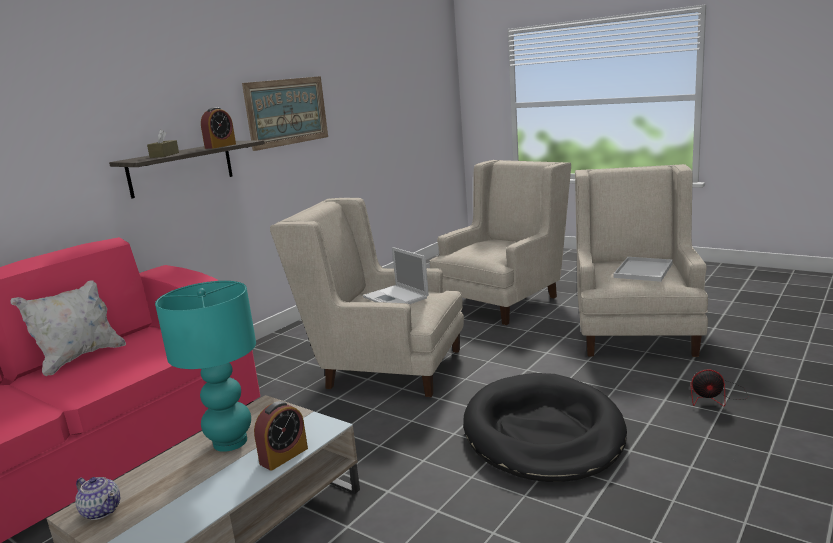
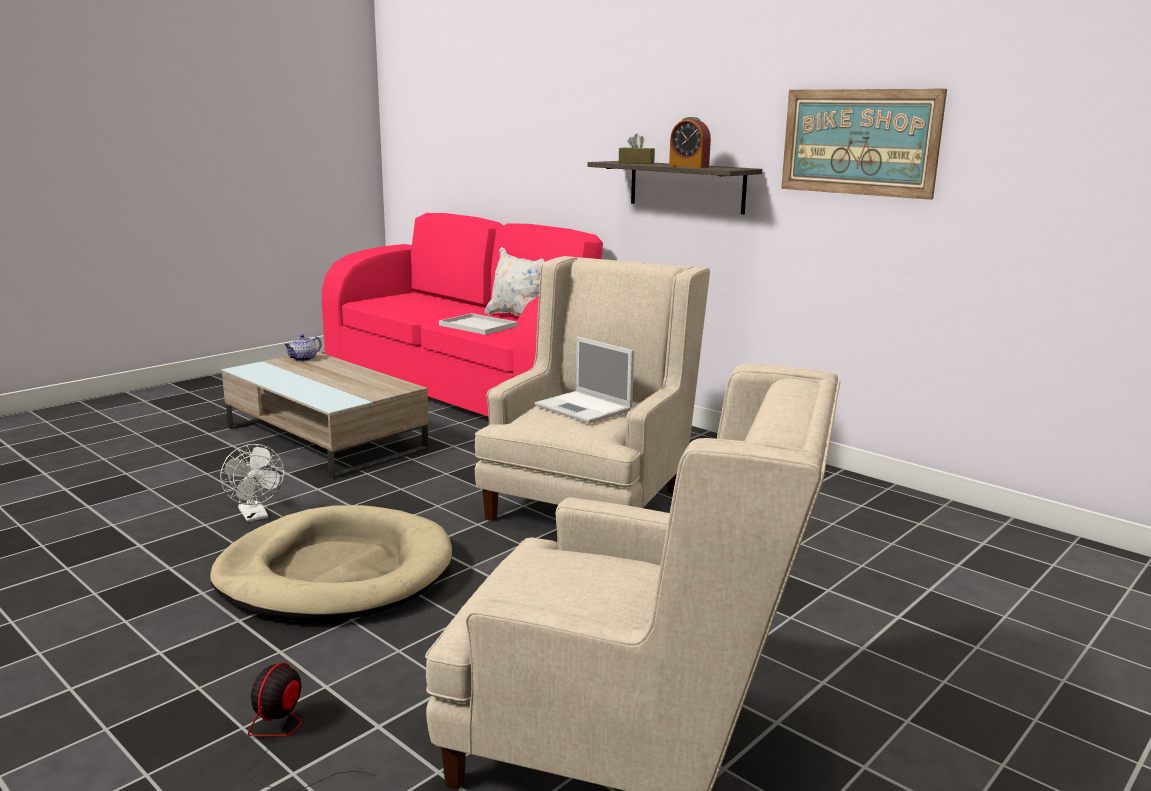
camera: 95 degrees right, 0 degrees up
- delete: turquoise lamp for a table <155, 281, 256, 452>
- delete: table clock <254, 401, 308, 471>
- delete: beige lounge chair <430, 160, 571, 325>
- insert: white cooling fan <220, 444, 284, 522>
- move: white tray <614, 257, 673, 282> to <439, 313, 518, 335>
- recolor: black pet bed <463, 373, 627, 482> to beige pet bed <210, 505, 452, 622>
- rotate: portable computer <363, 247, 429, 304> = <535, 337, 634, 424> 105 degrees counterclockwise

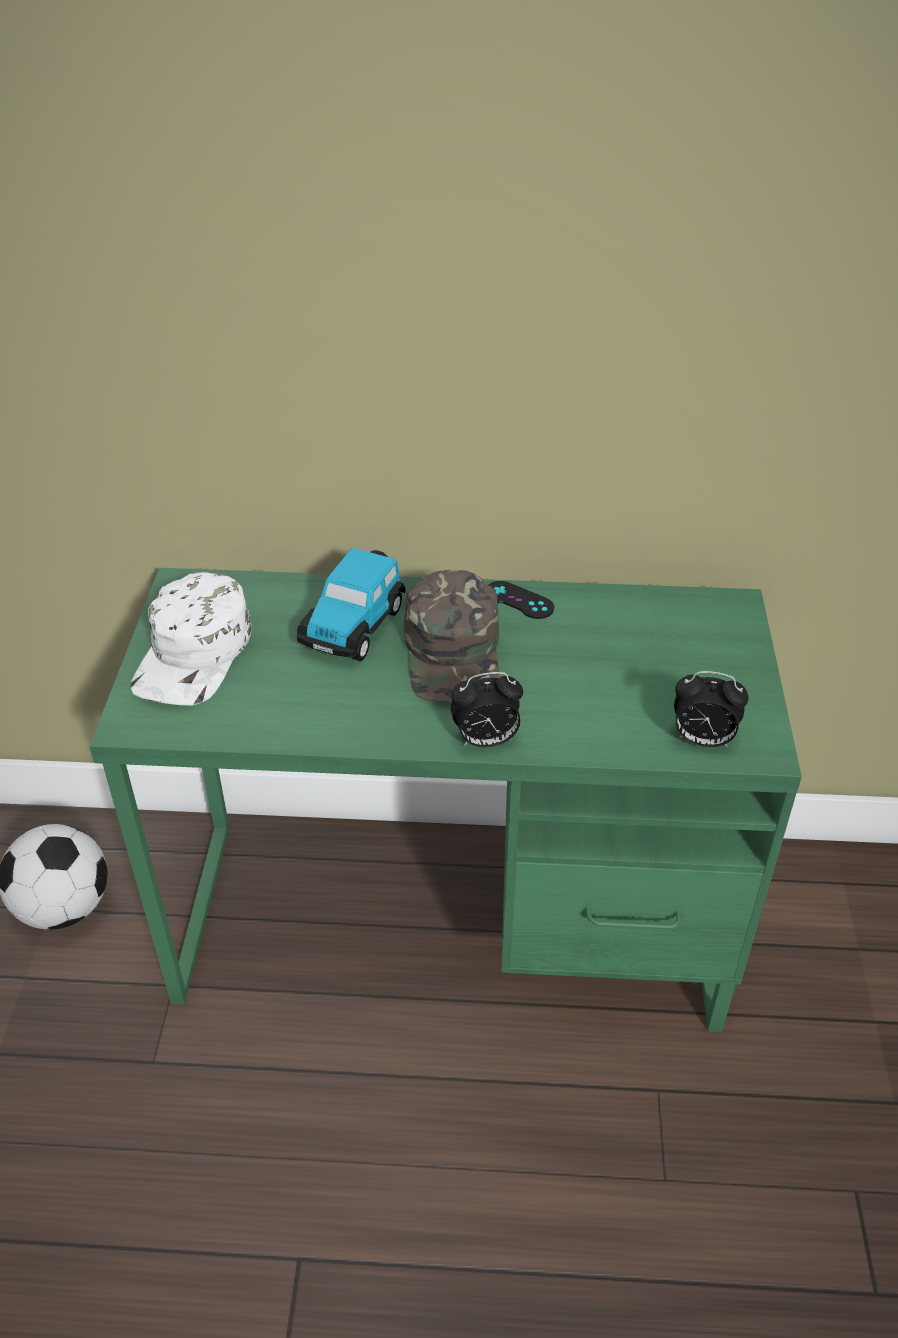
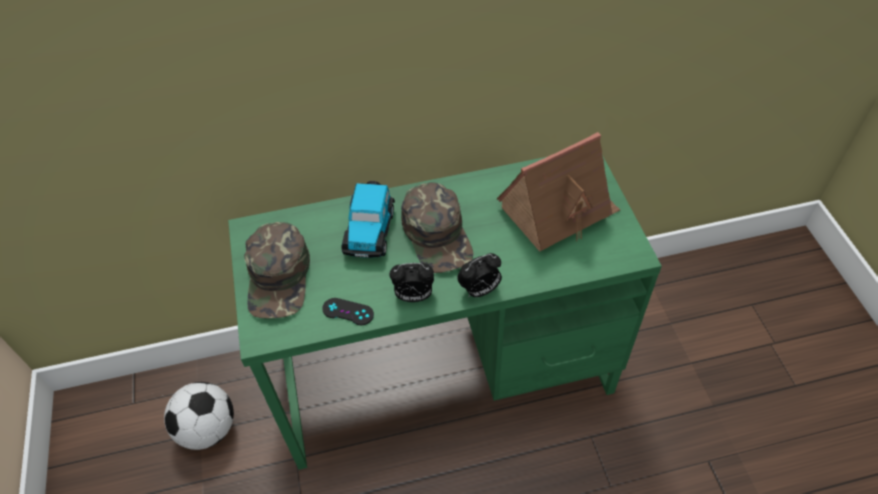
camera: 15 degrees left, 10 degrees up
- insert: toy house <497, 132, 620, 252>
- move: black joypad <488, 581, 554, 619> to <322, 298, 374, 325>
- move: table clock <674, 671, 749, 747> to <390, 263, 434, 302>
- recolor: white baseball cap <131, 572, 251, 705> to greenish baseball cap <244, 222, 310, 319>

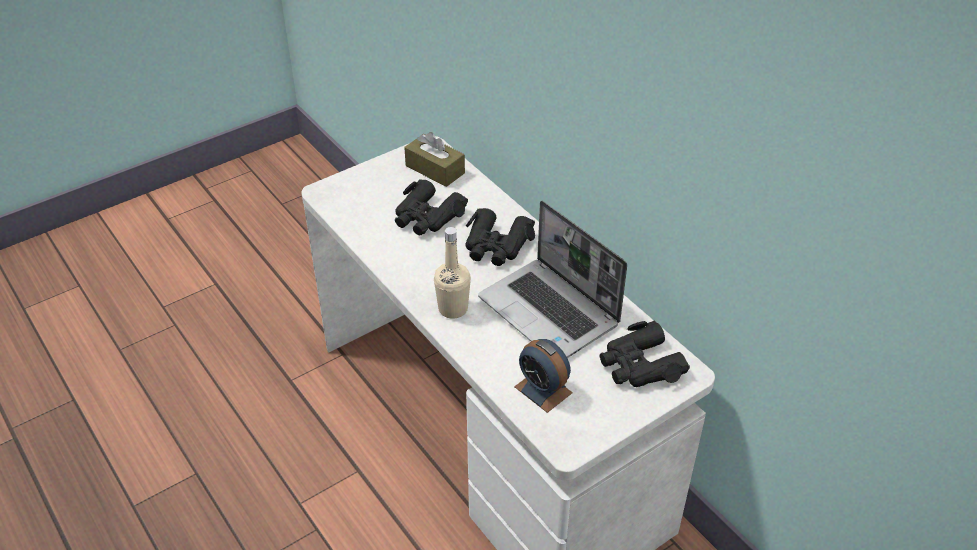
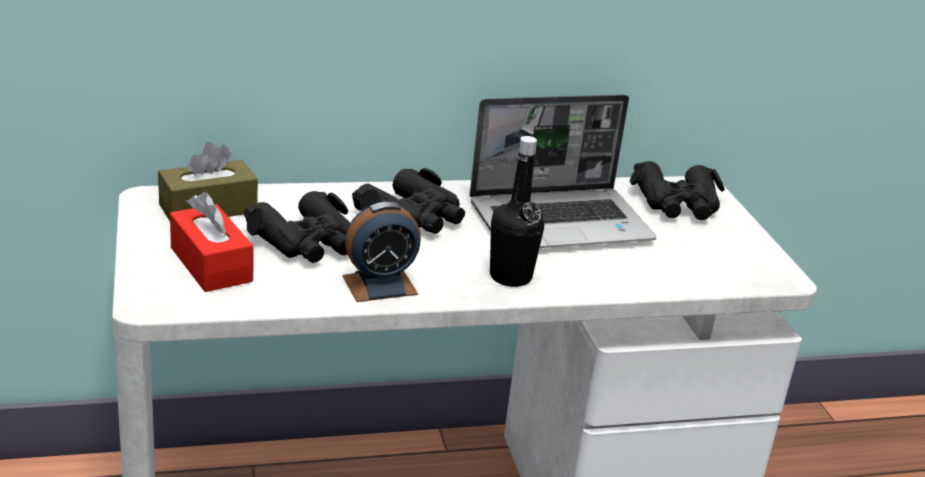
camera: 70 degrees left, 15 degrees down
- insert: reddish tissue box <170, 192, 254, 292>
- move: table clock <514, 339, 573, 413> to <342, 202, 421, 302>
- recolor: beige drink bottle <434, 227, 471, 319> to black drink bottle <490, 136, 544, 287>

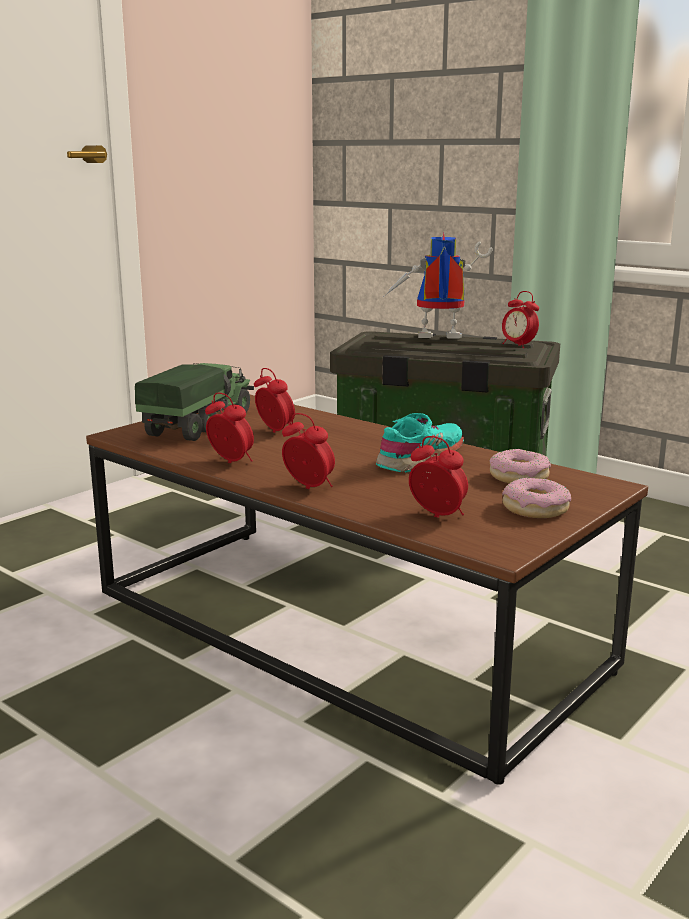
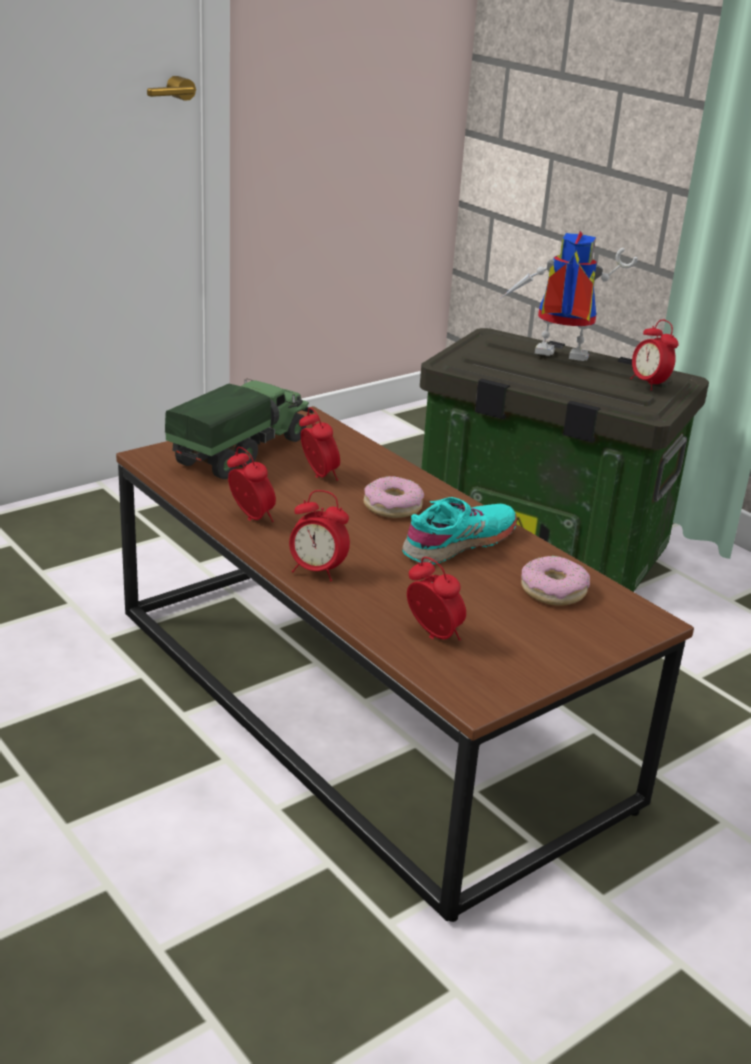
camera: 10 degrees right, 10 degrees up
- move: ring doughnut <502, 478, 571, 518> to <363, 476, 424, 518>
- rotate: table clock <282, 413, 335, 489> = <289, 490, 350, 582> 150 degrees clockwise

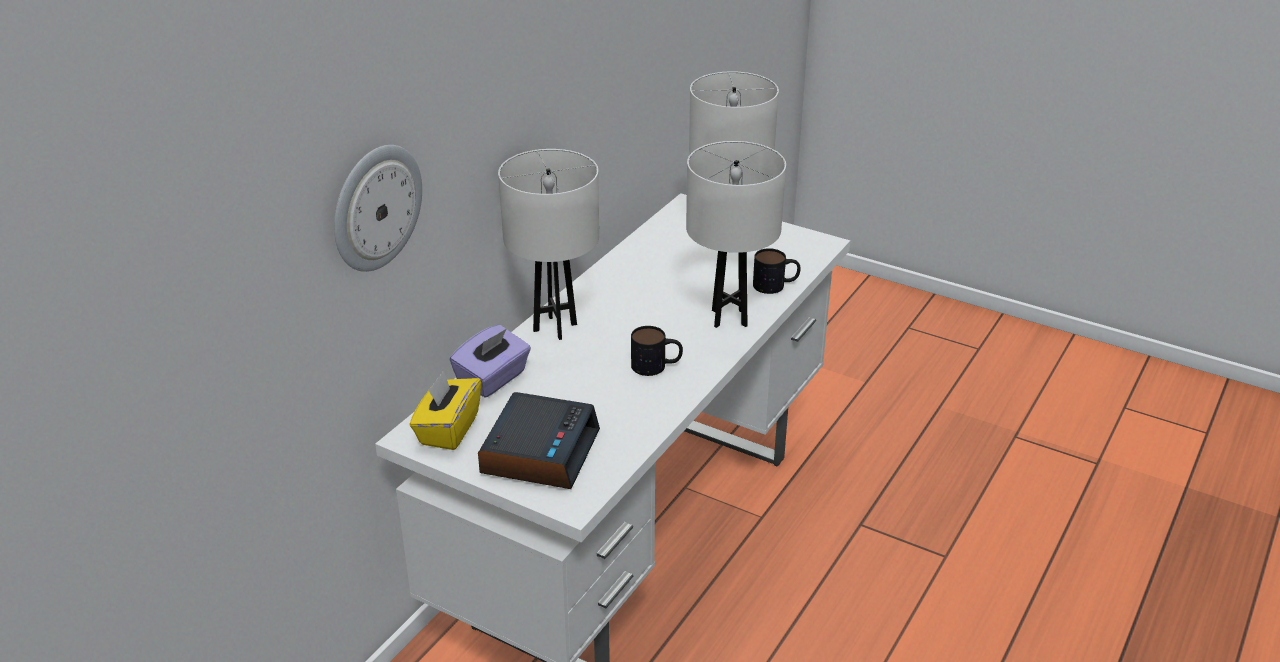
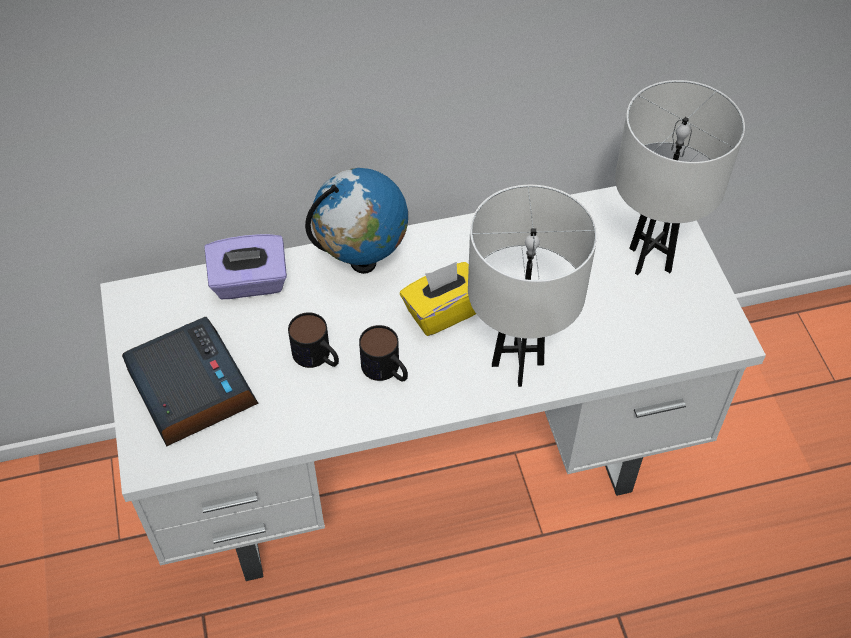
camera: 45 degrees right, 20 degrees up
- delete: wall clock <334, 145, 422, 272>
- move: yellow-coloured tissue box <410, 371, 481, 450> to <400, 262, 476, 336>
- move: coffee mug <753, 248, 801, 294> to <288, 312, 339, 368>
- replace: white lamp for a table <498, 149, 599, 340> to world globe <305, 168, 408, 274>
- rotate: table clock <478, 392, 600, 489> = <122, 317, 259, 447> 90 degrees counterclockwise

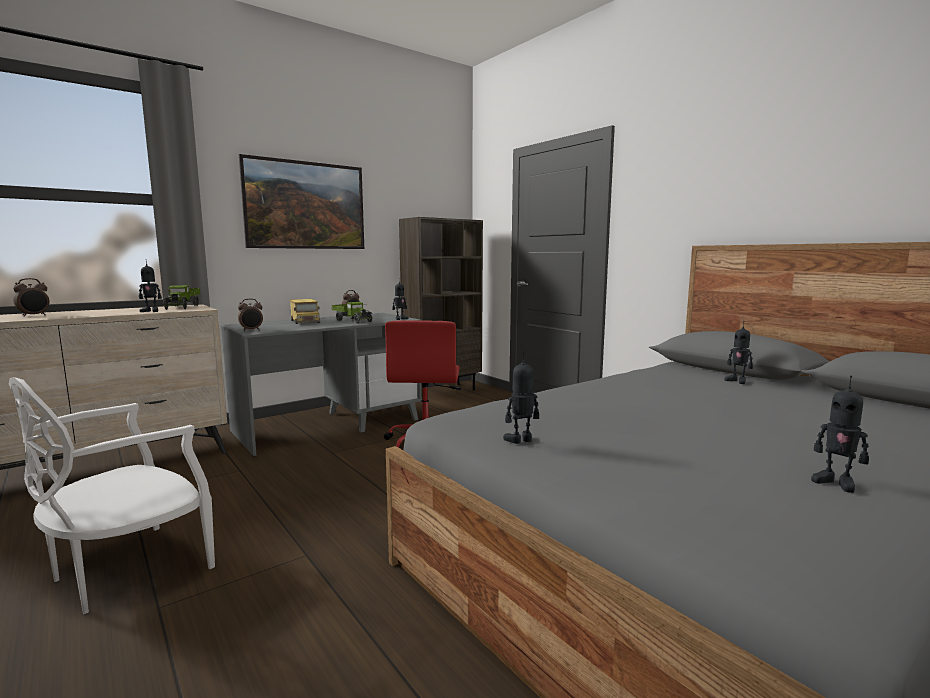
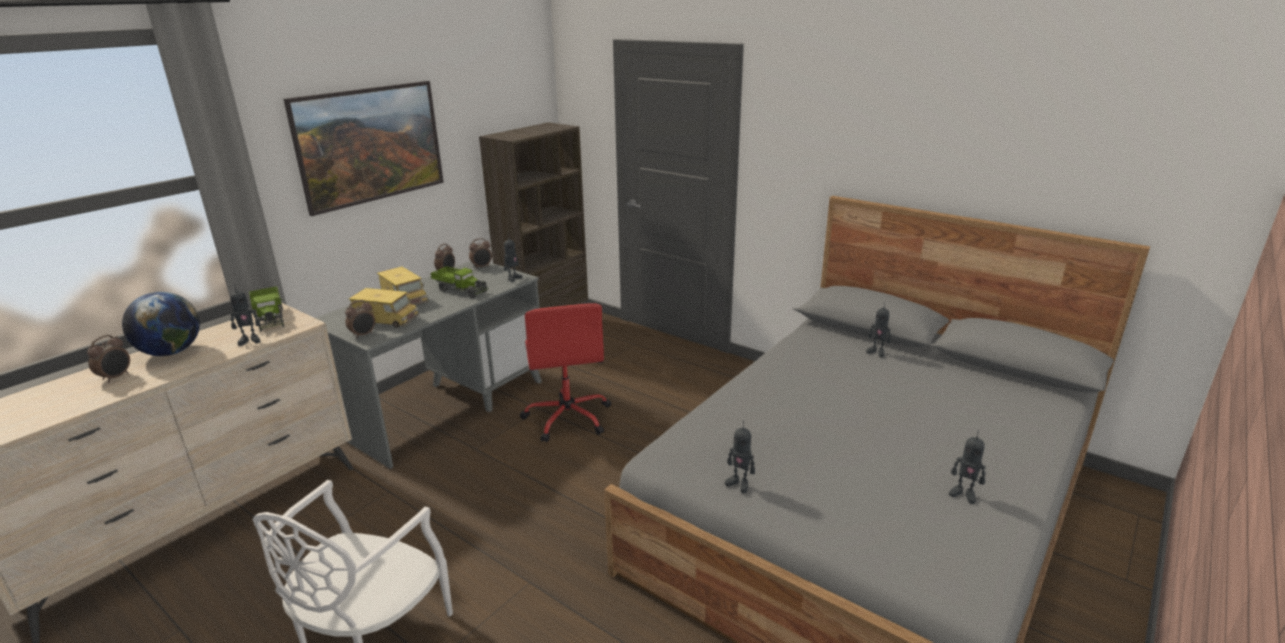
camera: 15 degrees left, 15 degrees up
- insert: world globe <122, 292, 200, 356>
- insert: toy lorry <349, 288, 419, 328>
- insert: table clock <469, 238, 492, 269>
- rotate: model robot <503, 351, 539, 444> = <725, 421, 755, 493> 105 degrees counterclockwise

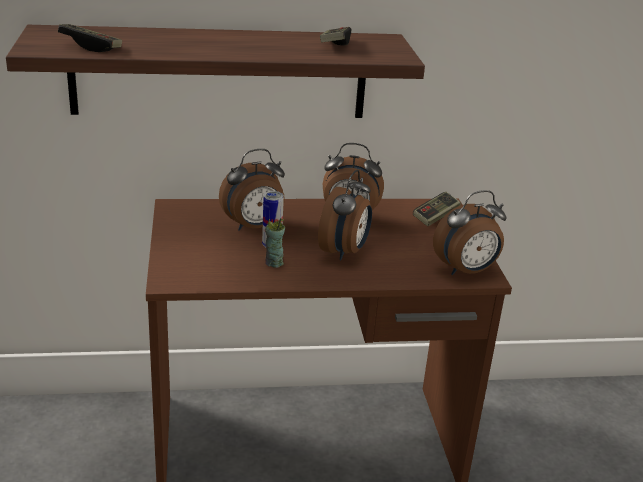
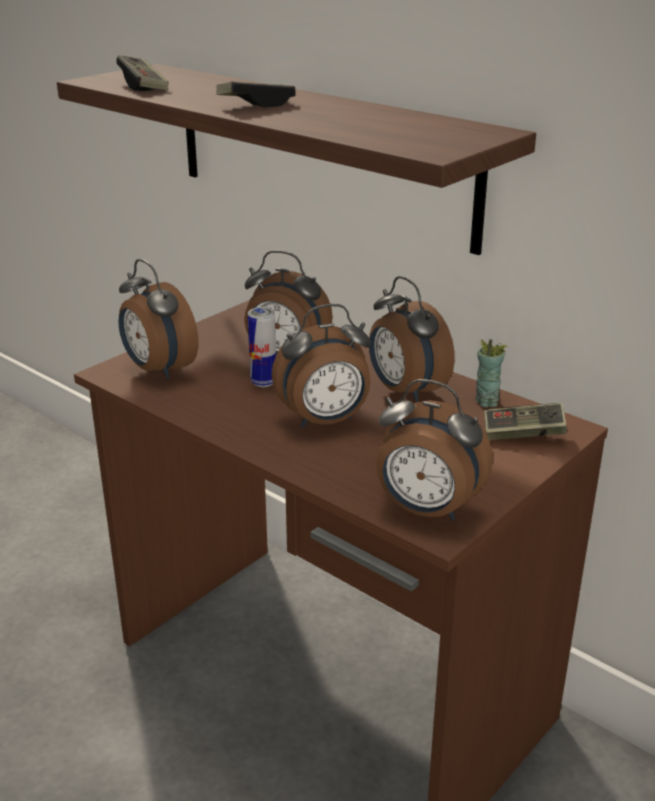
camera: 50 degrees right, 0 degrees up
- insert: table clock <118, 259, 198, 379>
- move: cup <265, 218, 285, 268> to <475, 339, 508, 407>
- move: joypad <320, 27, 351, 46> to <216, 81, 296, 108>

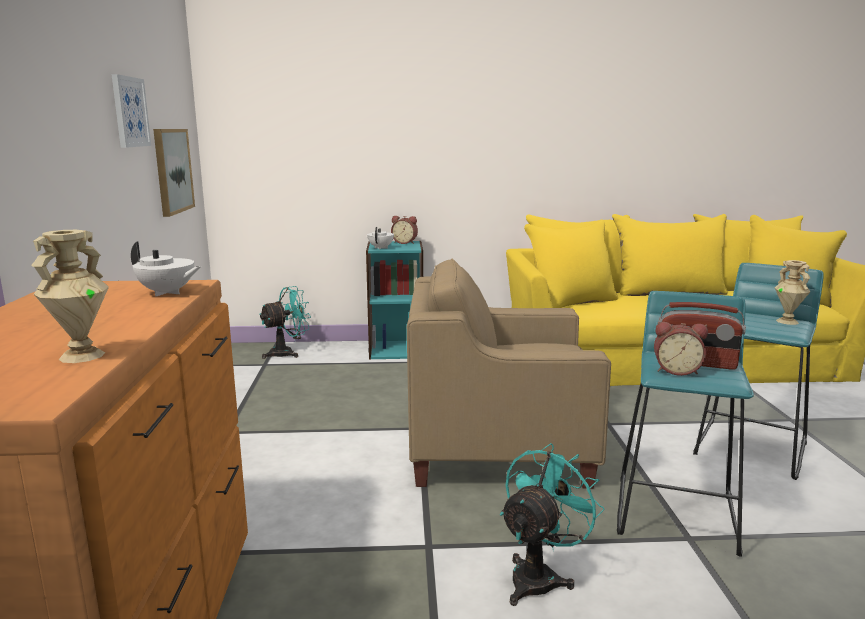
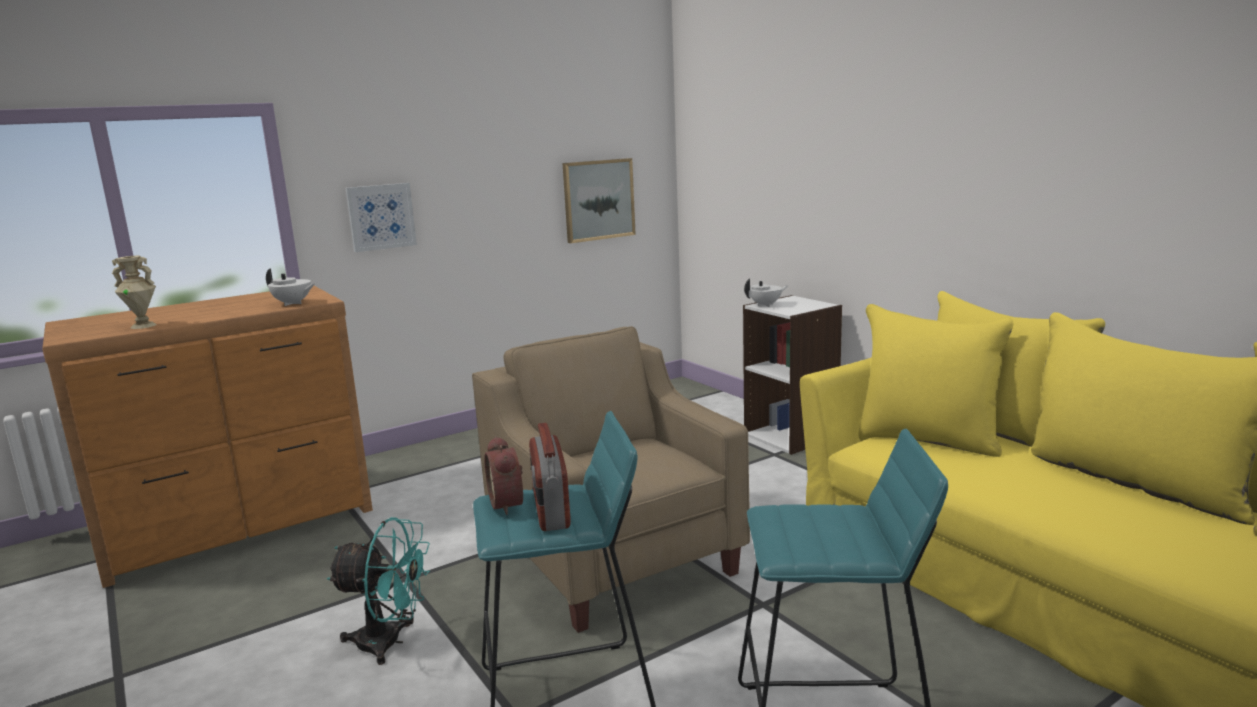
camera: 60 degrees right, 0 degrees up
- delete: turquoise cooling fan <260, 286, 311, 359>
- delete: table clock <391, 216, 418, 244>
- delete: beige flower vase <775, 260, 811, 325>
- move: wall picture <112, 74, 151, 148> to <346, 183, 417, 252>
- recolor: turquoise bookcase <366, 241, 423, 360> to white bookcase <743, 295, 842, 455>
- rotate: white tea pot <131, 242, 201, 296> = <266, 268, 316, 306> 60 degrees counterclockwise

